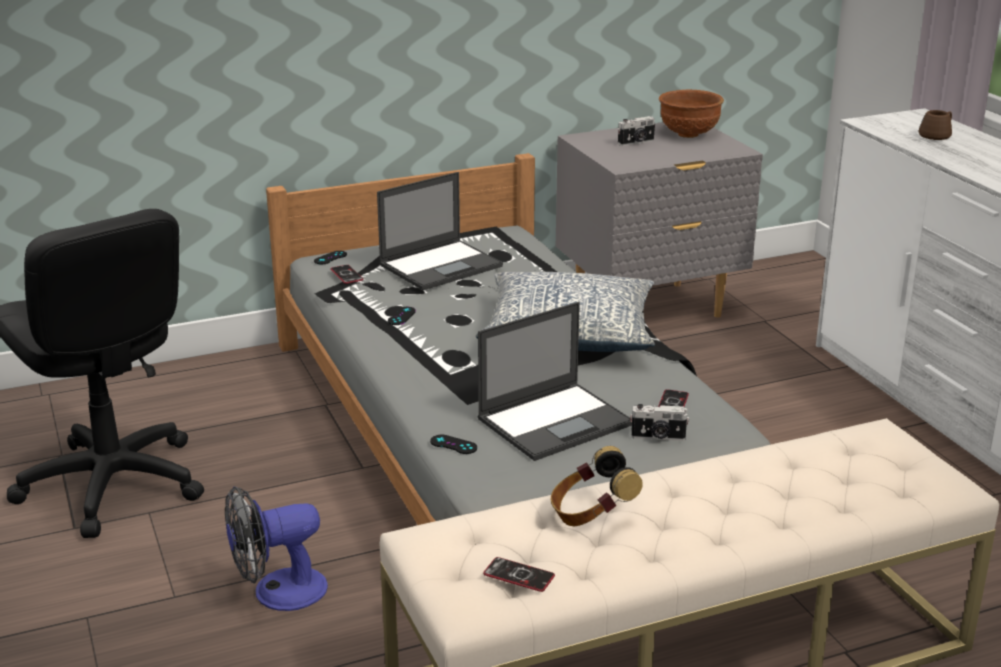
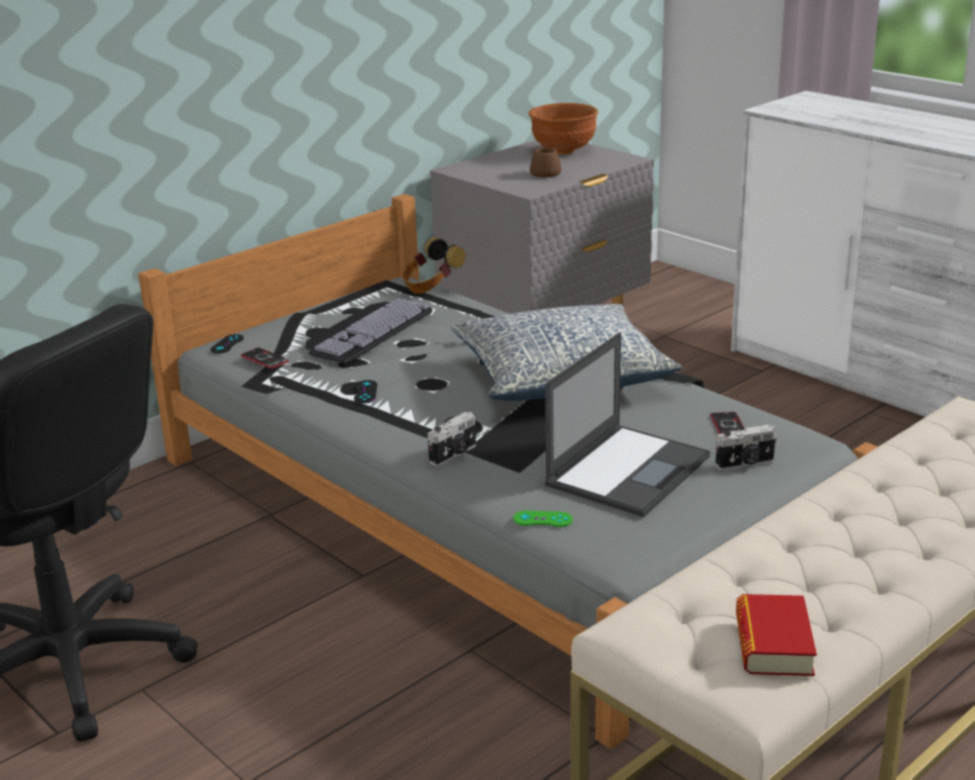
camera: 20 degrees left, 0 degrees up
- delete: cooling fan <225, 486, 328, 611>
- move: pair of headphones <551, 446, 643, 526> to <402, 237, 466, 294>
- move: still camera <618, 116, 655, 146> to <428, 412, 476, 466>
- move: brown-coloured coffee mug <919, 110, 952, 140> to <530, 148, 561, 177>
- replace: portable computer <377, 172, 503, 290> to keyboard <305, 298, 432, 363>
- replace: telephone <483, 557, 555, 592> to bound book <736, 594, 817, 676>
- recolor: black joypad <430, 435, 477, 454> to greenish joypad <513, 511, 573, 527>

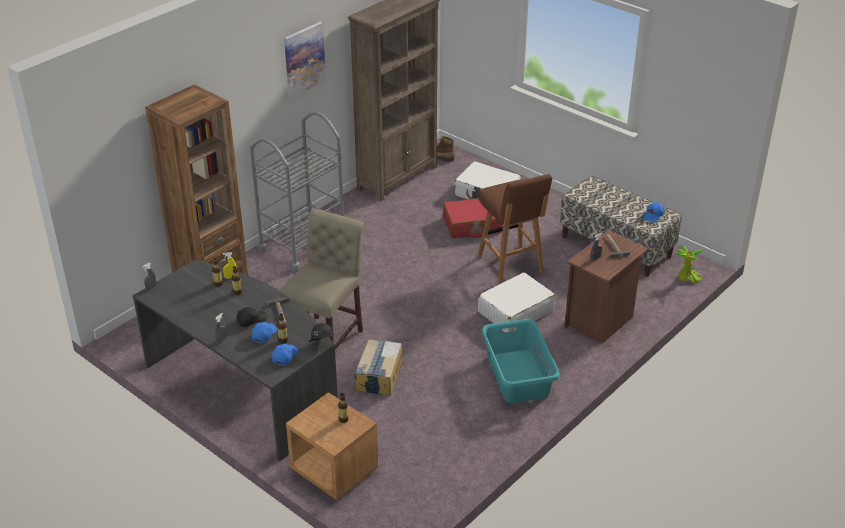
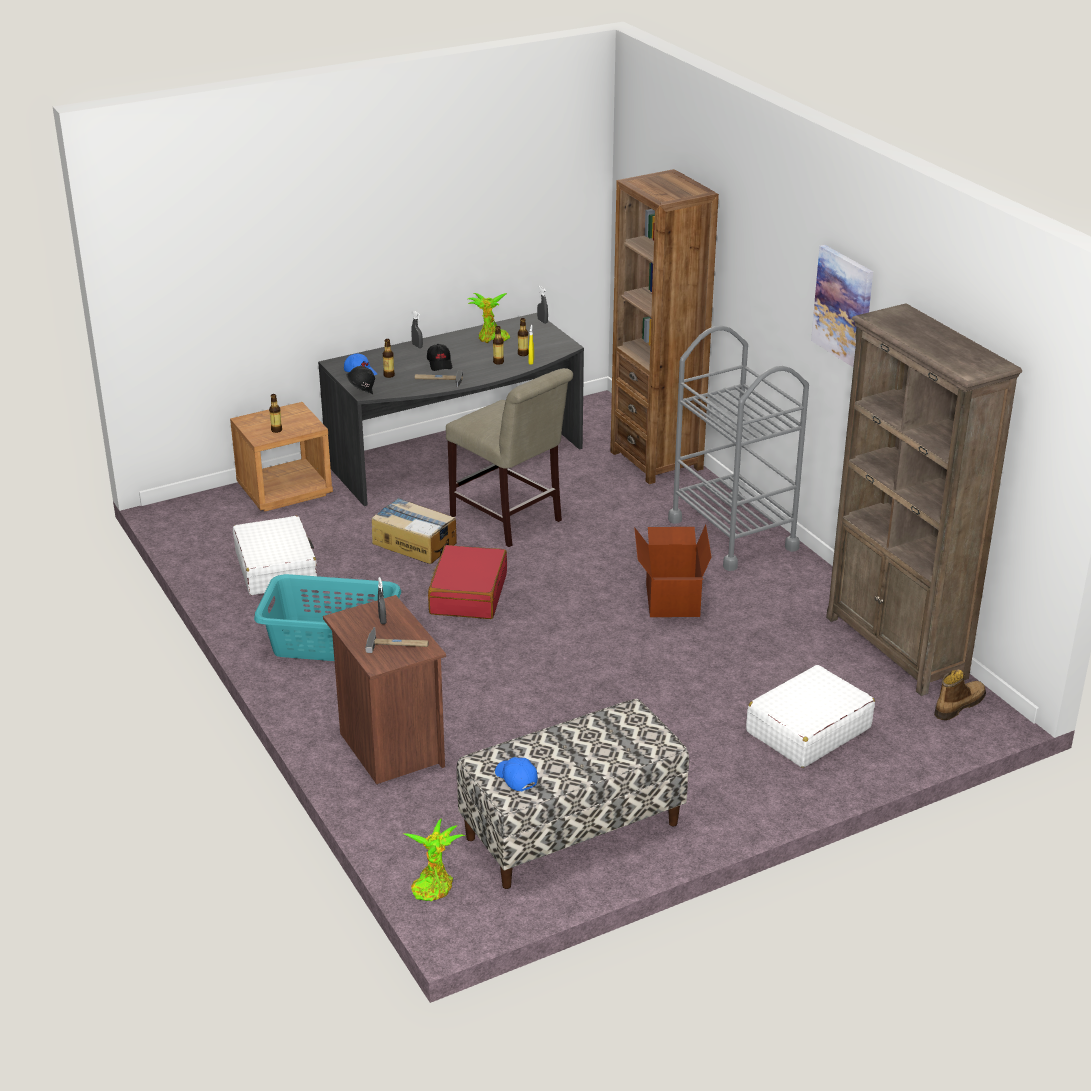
camera: 110 degrees right, 5 degrees down
- delete: blue baseball cap <251, 322, 277, 343>
- delete: brown-coloured sitting stool <477, 174, 552, 284>
- insert: houseplant <468, 293, 510, 343>
- insert: carton <634, 524, 712, 617>
- move: reddish travel case <443, 199, 502, 238> to <428, 545, 507, 619>
- move: white travel case <478, 273, 555, 332> to <233, 516, 317, 595>

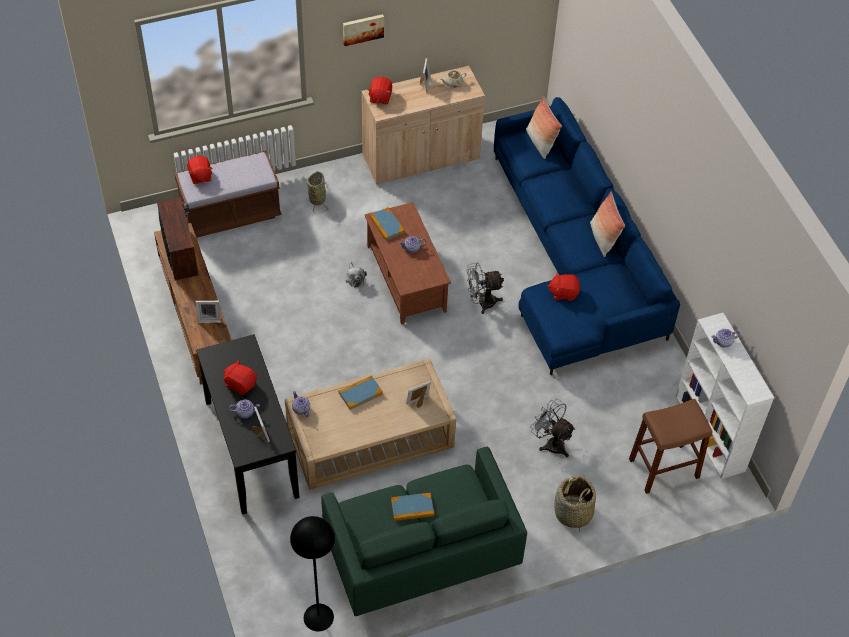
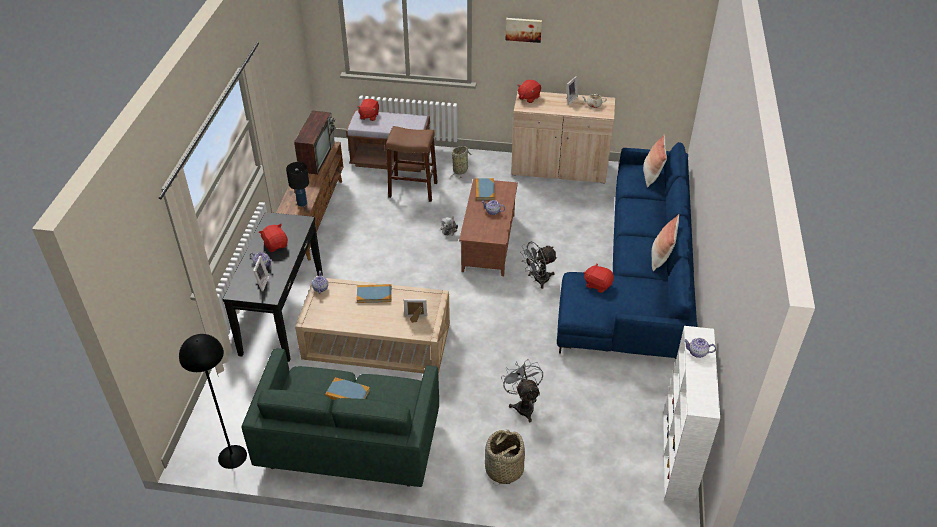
camera: 30 degrees right, 10 degrees down
- move: brown-coloured sitting stool <629, 399, 712, 494> to <386, 126, 438, 202>
- replace: photo frame <195, 301, 222, 323> to black lamp for a table <286, 162, 309, 207>
- rotate: gray cooling fan <467, 263, 504, 314> = <520, 241, 558, 289> 45 degrees counterclockwise

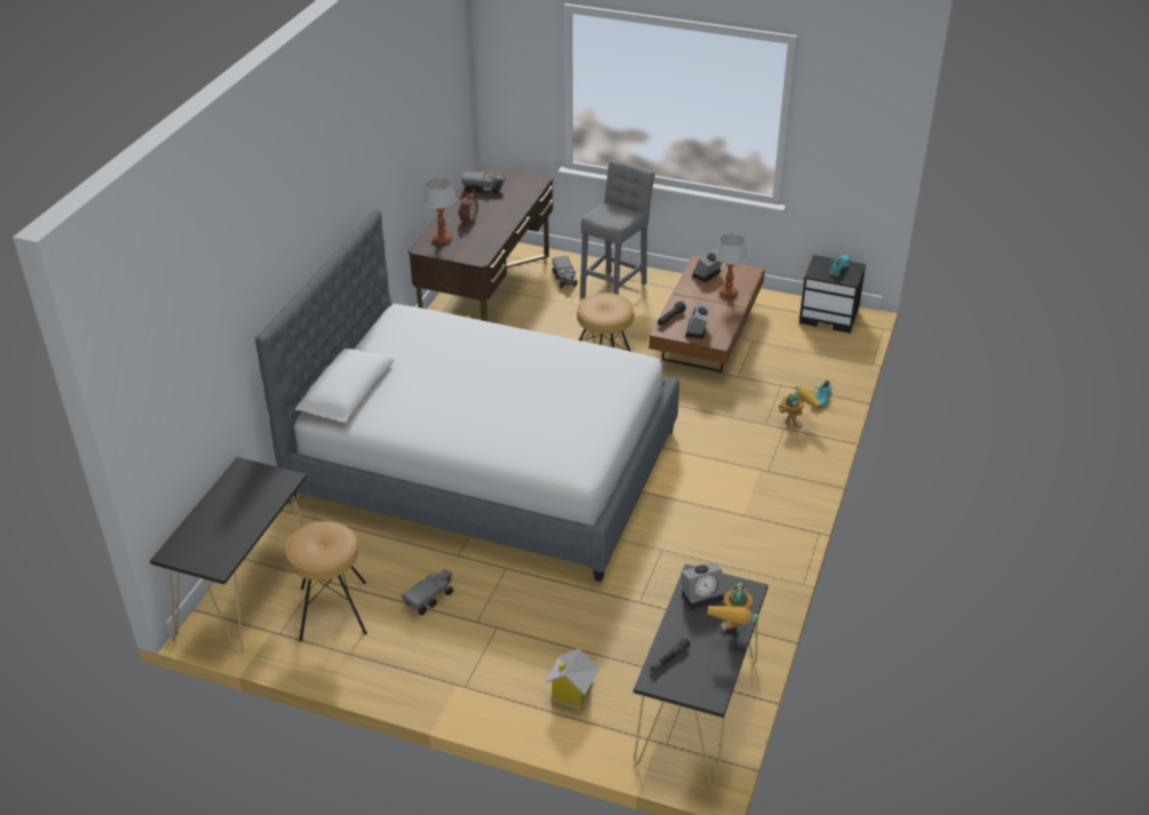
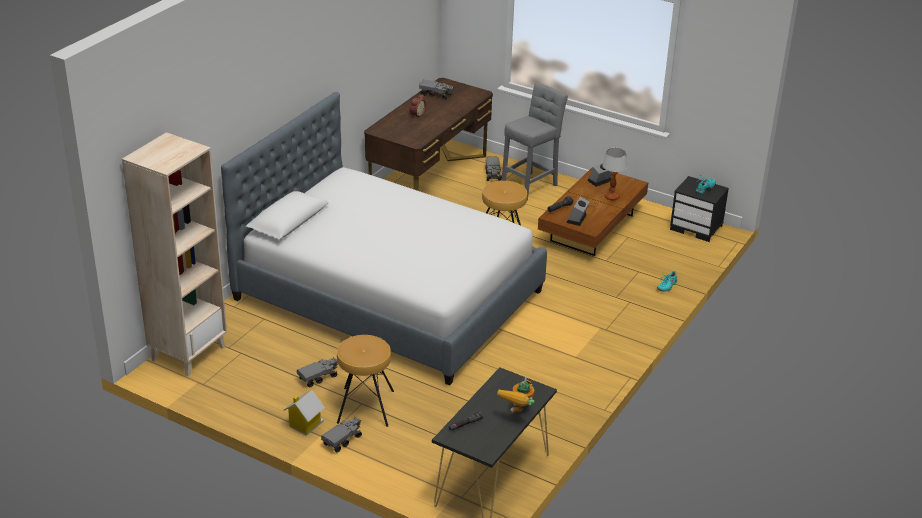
camera: 10 degrees right, 5 degrees down
- delete: lamp for a table <424, 177, 456, 244>
- delete: table clock <681, 562, 724, 610>
- delete: model robot <779, 386, 822, 432>
- insert: toy lorry <321, 416, 362, 452>
- move: brown-coloured sitting stool <286, 521, 367, 641> to <337, 335, 394, 427>
- move: toy house <546, 648, 599, 710> to <284, 390, 325, 436>
- replace: black hall table <150, 457, 307, 654> to beige bookcase <122, 132, 227, 376>

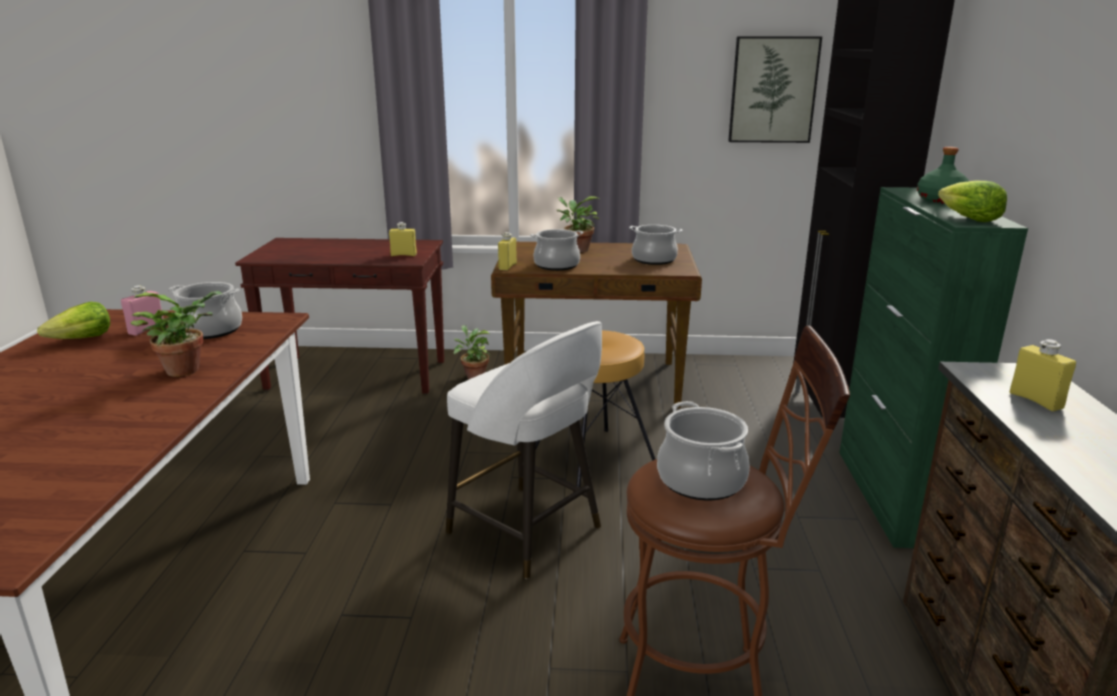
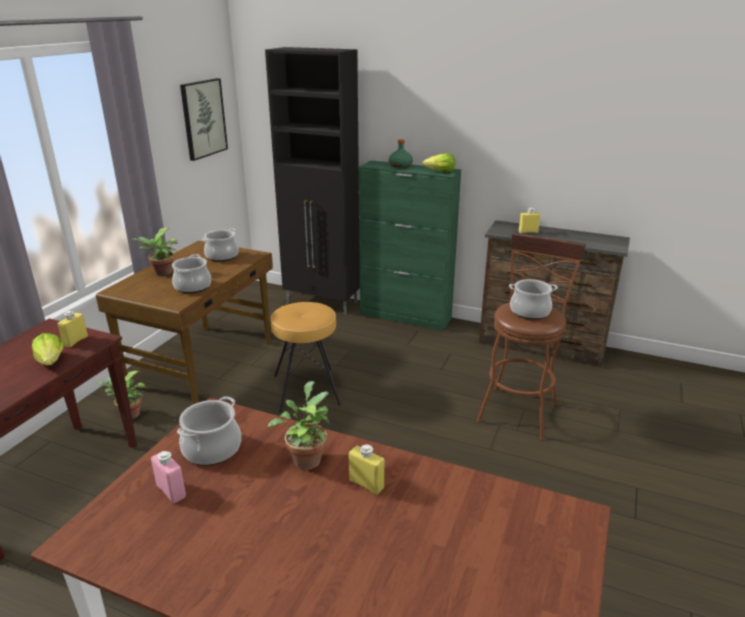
camera: 70 degrees left, 5 degrees up
- delete: white sitting stool <446, 321, 602, 579>
- move: lettuce <37, 302, 110, 339> to <32, 333, 64, 366>
- move: yellow-coloured drink bottle <498, 232, 517, 270> to <349, 445, 385, 495>

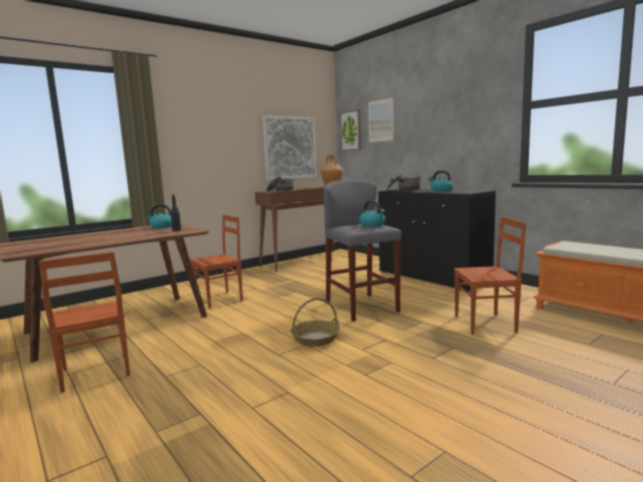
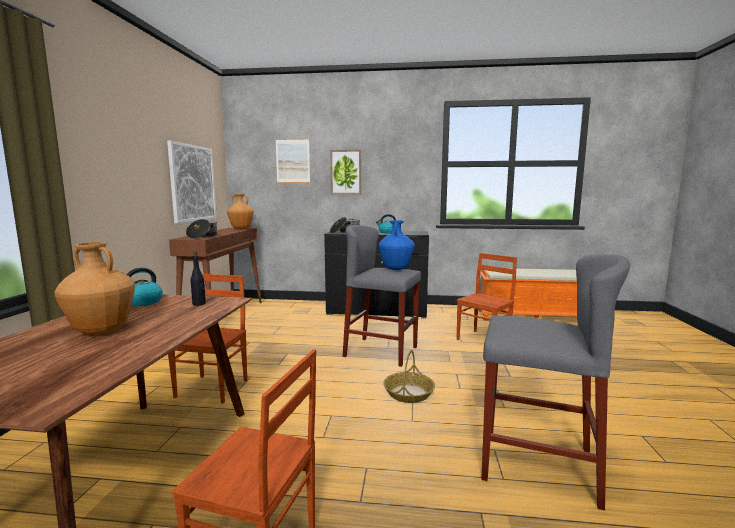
camera: 45 degrees left, 0 degrees up
- insert: brown-coloured flower vase <55, 242, 135, 335>
- insert: gray sitting stool <481, 254, 630, 510>
- move: wall picture <340, 109, 361, 151> to <330, 150, 361, 195>
- replace: tea kettle <359, 200, 385, 227> to blue flower vase <378, 220, 414, 270>

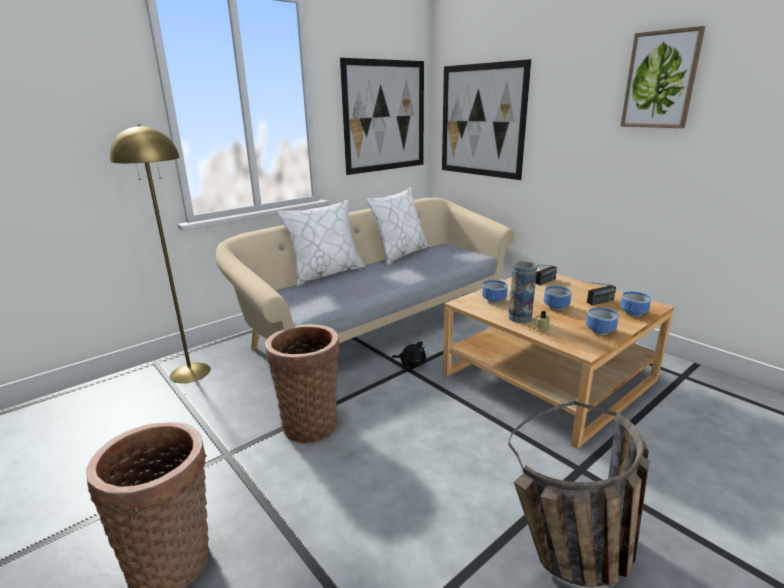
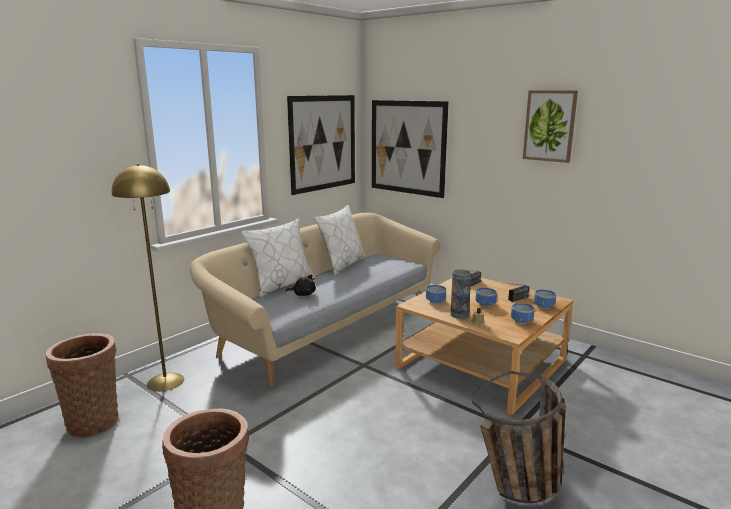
camera: 10 degrees left, 5 degrees down
- move: household basket <265, 324, 340, 443> to <46, 333, 119, 438>
- move: black soft toy <391, 342, 426, 367> to <286, 275, 316, 296>

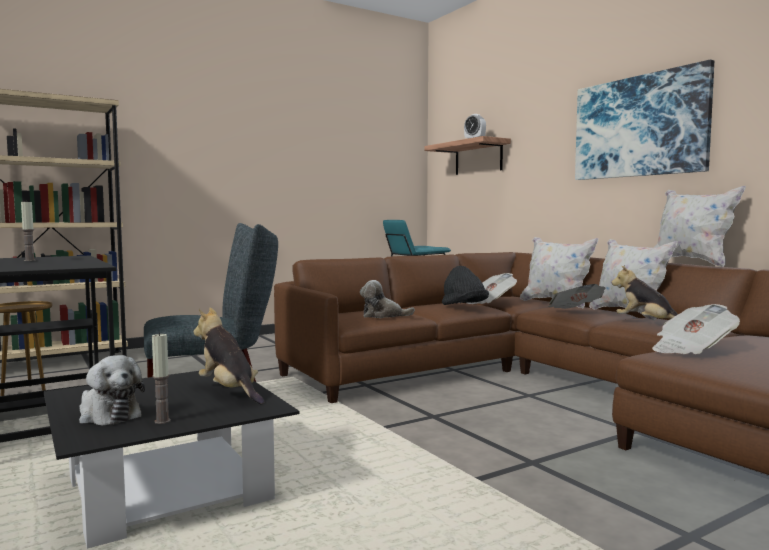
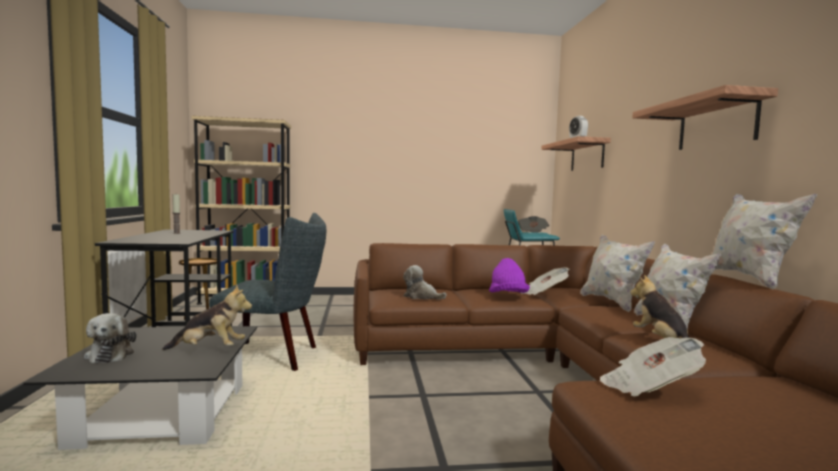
camera: 25 degrees right, 0 degrees up
- delete: wax light <152, 332, 171, 424>
- move: daily paper <548, 284, 606, 309> to <518, 216, 549, 233>
- replace: wall picture <575, 59, 714, 180> to wall shelf <632, 85, 778, 150>
- recolor: black clothing hat <442, 266, 489, 305> to purple clothing hat <489, 258, 530, 293>
- rotate: soft toy <194, 308, 264, 404> = <162, 285, 252, 350> 105 degrees clockwise

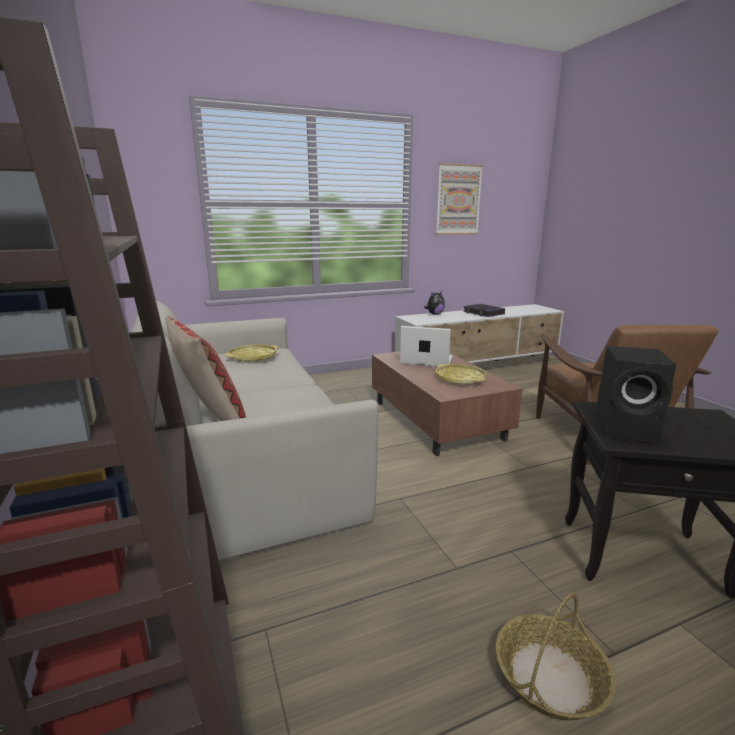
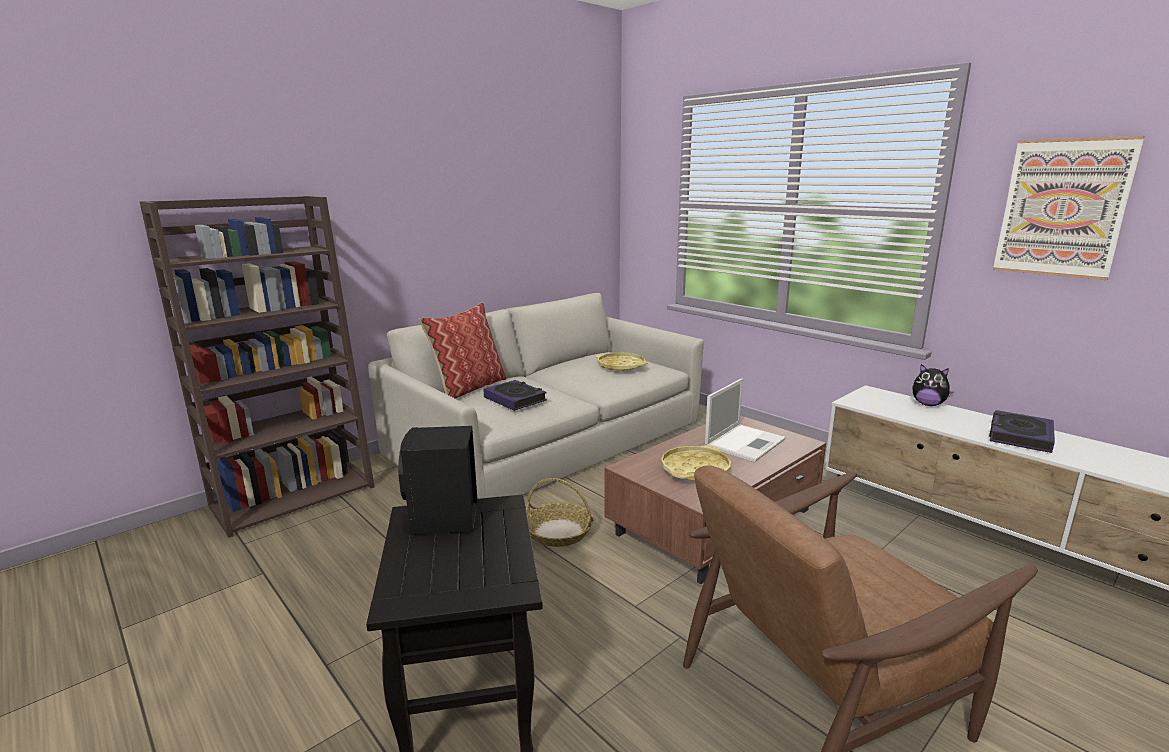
camera: 70 degrees right, 0 degrees up
- insert: bound book <483, 380, 547, 411>
- move: household basket <496, 592, 616, 721> to <526, 478, 594, 547>
- rotate: portable computer <400, 326, 453, 367> = <705, 379, 786, 462> 45 degrees clockwise

